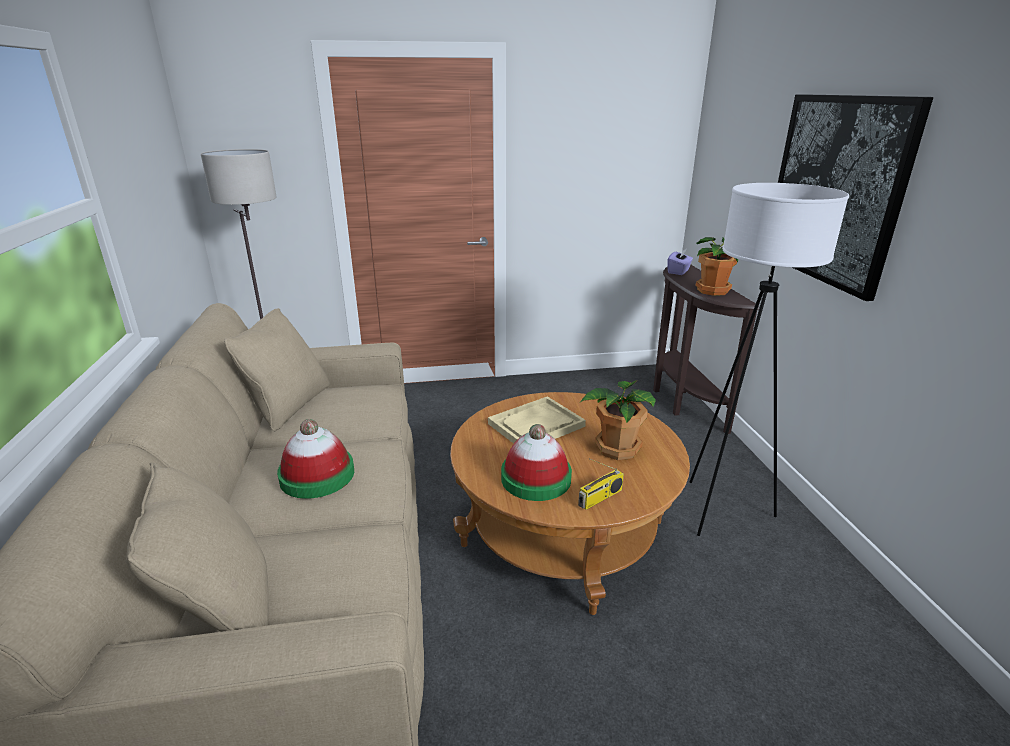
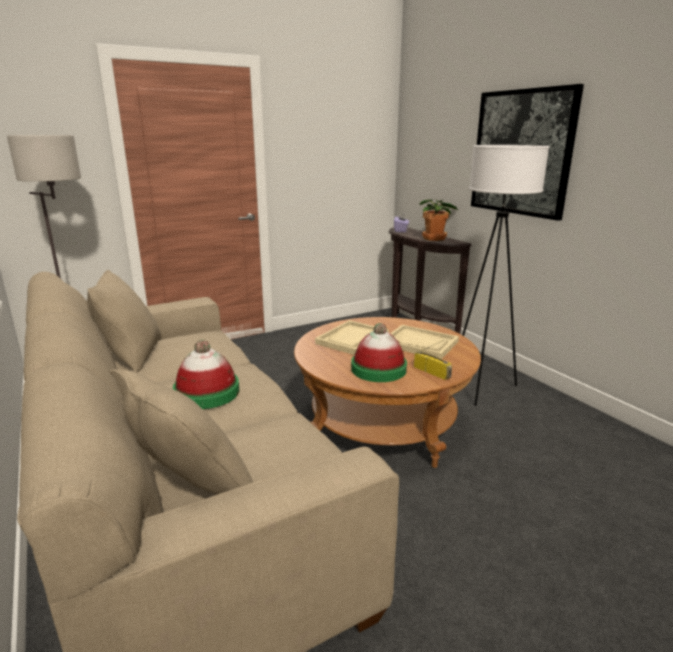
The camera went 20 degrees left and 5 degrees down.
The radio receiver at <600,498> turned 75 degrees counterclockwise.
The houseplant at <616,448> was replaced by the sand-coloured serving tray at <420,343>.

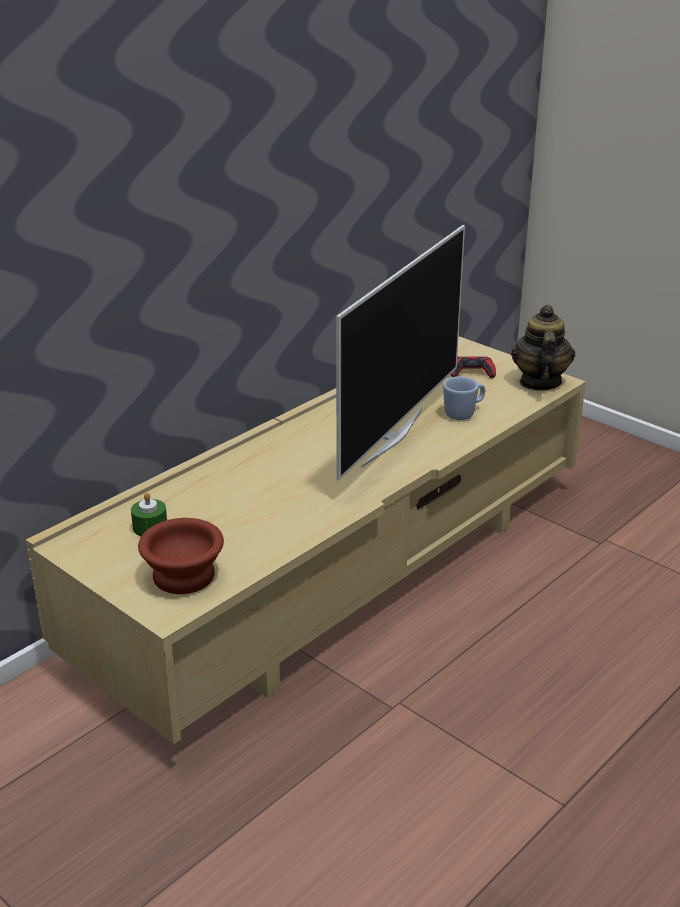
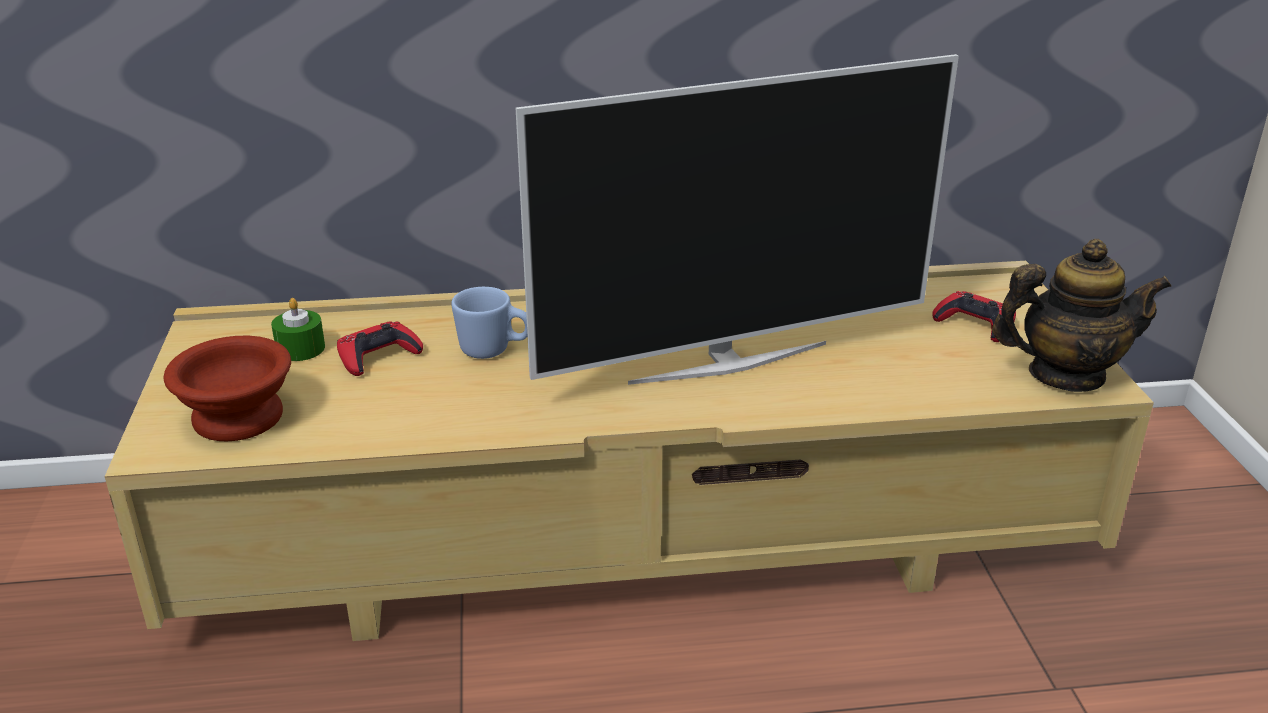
The camera went 40 degrees right and 0 degrees up.
The blue-coloured mug moved from <464,413> to <494,351>.
The pot for tea at <539,382> turned 45 degrees clockwise.
The red gamepad at <378,356> appeared.

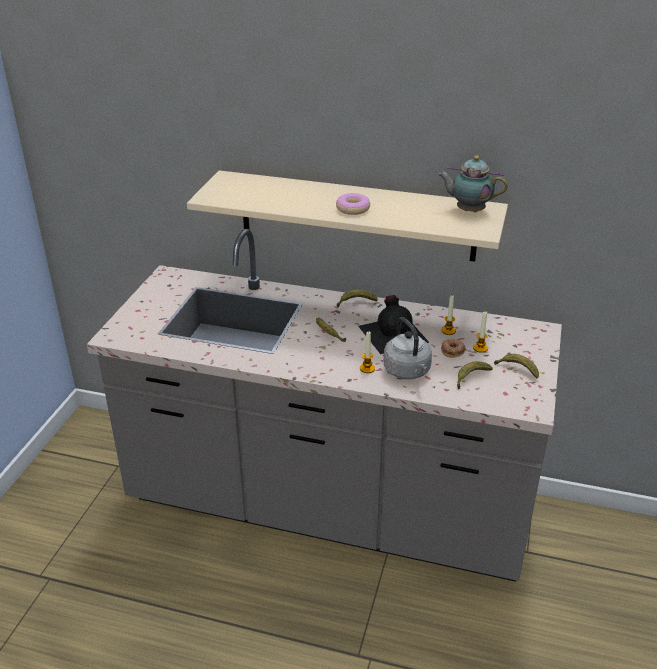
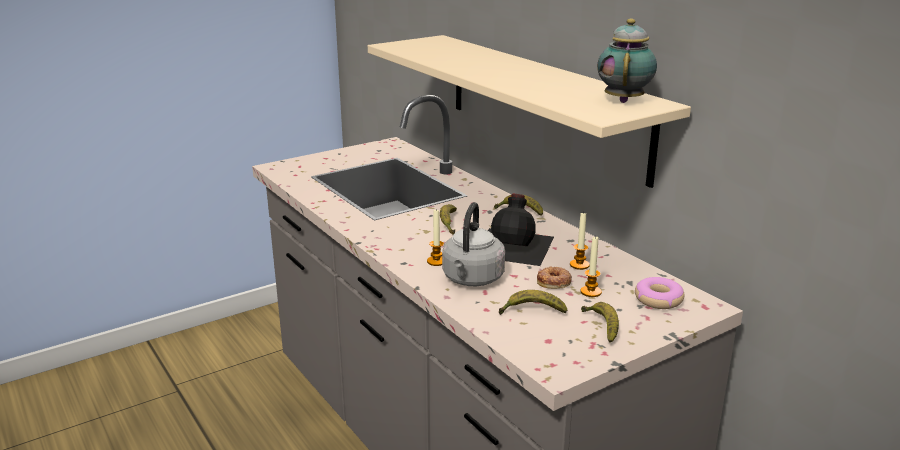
The camera went 40 degrees right and 10 degrees down.
The doughnut moved from <352,209> to <658,299>.
The pot for tea at <468,211> turned 45 degrees clockwise.

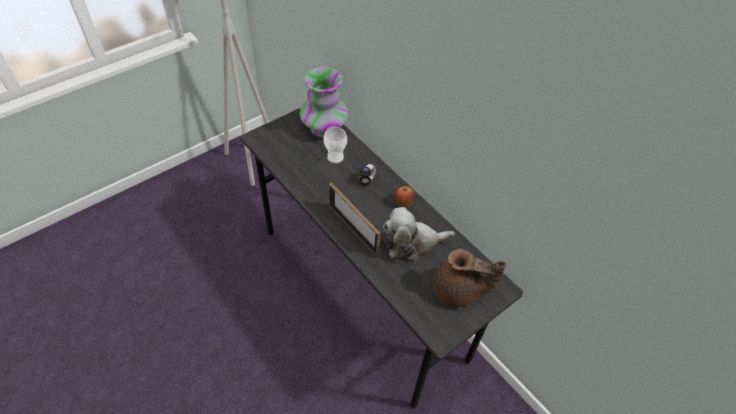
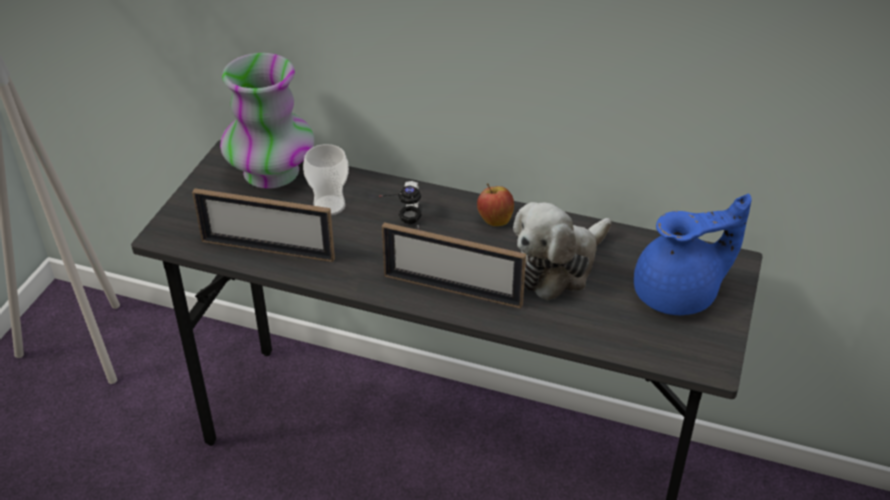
The camera went 30 degrees left and 10 degrees down.
The brown-coloured pot for tea at <458,291> became the blue-coloured pot for tea at <679,294>.
The photo frame at <267,250> appeared.

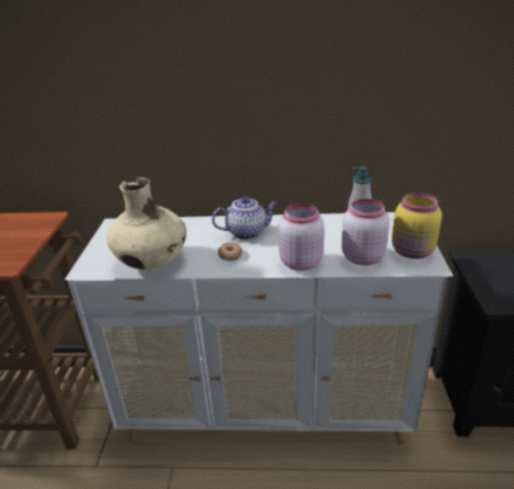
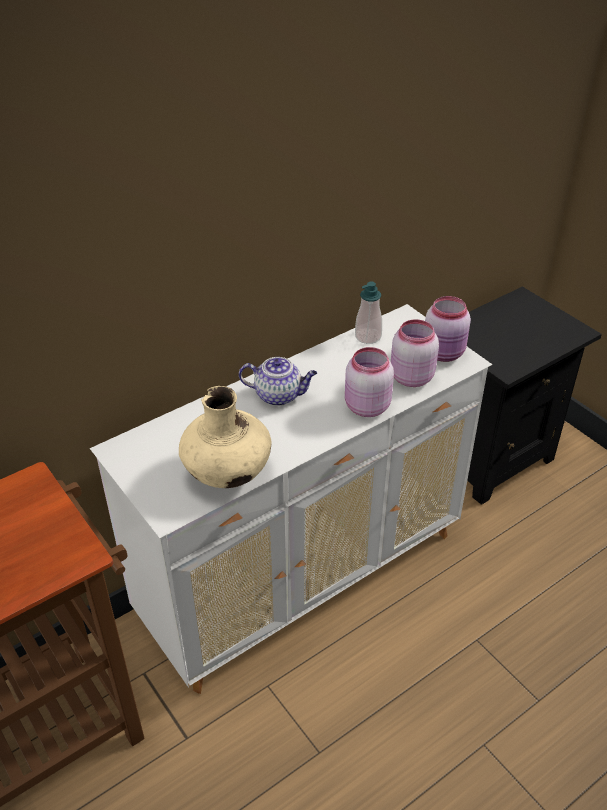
The camera went 40 degrees left and 10 degrees up.
The pot for tea at <247,232> turned 60 degrees clockwise.
The doughnut at <230,254> disappeared.
The yellowish preserve jar at <413,252> became the pink-coloured preserve jar at <444,353>.

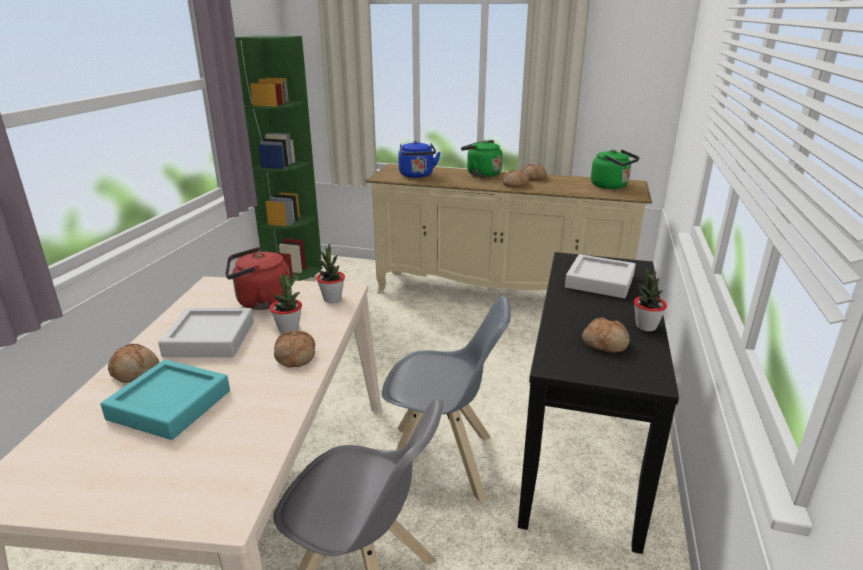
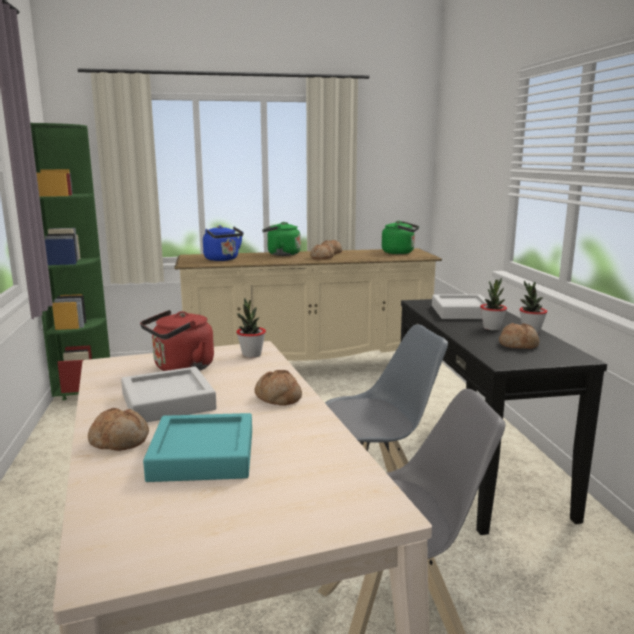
The camera went 25 degrees left and 10 degrees down.
The houseplant moved from <289,329> to <491,328>.

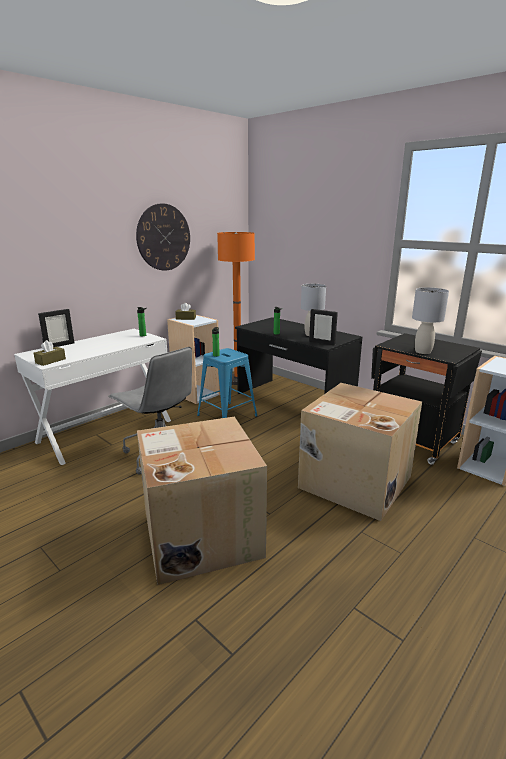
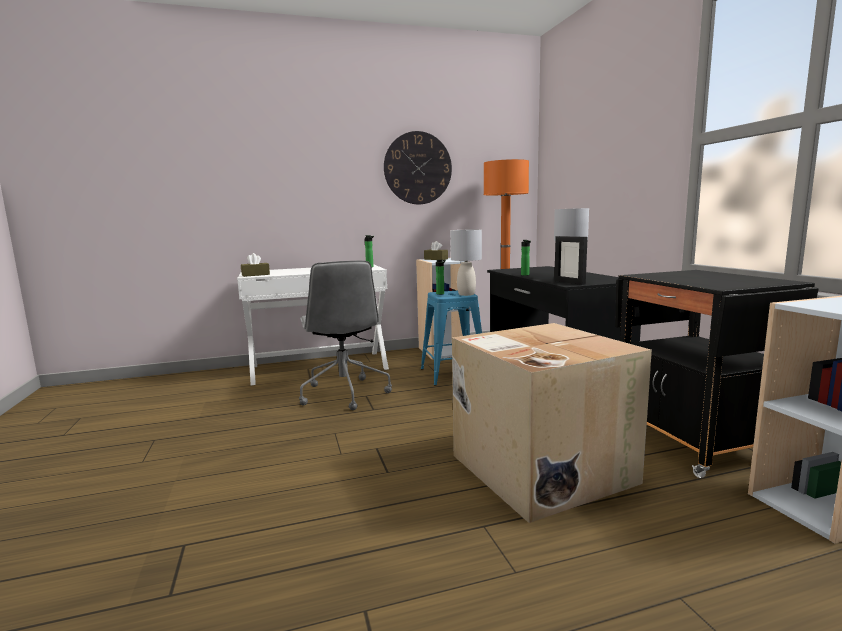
The camera went 30 degrees right and 10 degrees down.
The photo frame at <59,345> disappeared.
The carton at <199,533> disappeared.
The greyish lamp for a table moved from <423,352> to <466,294>.

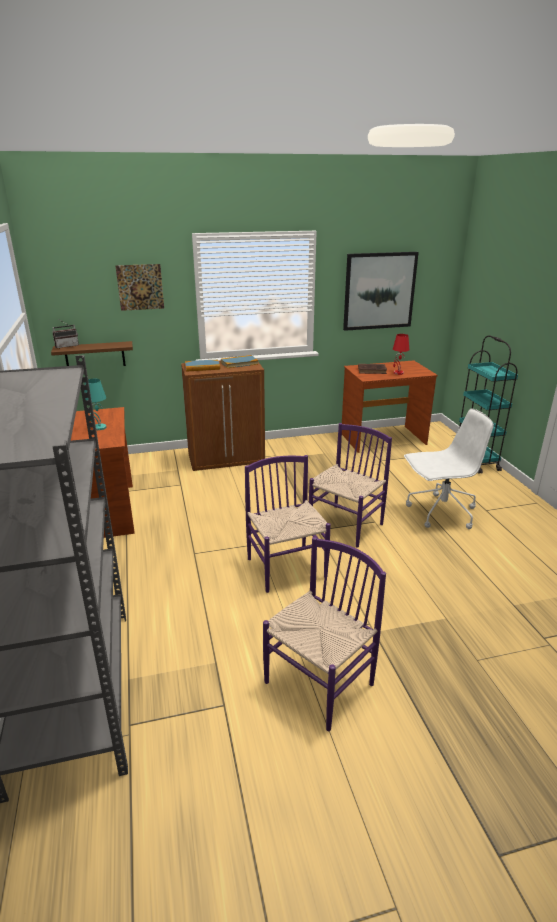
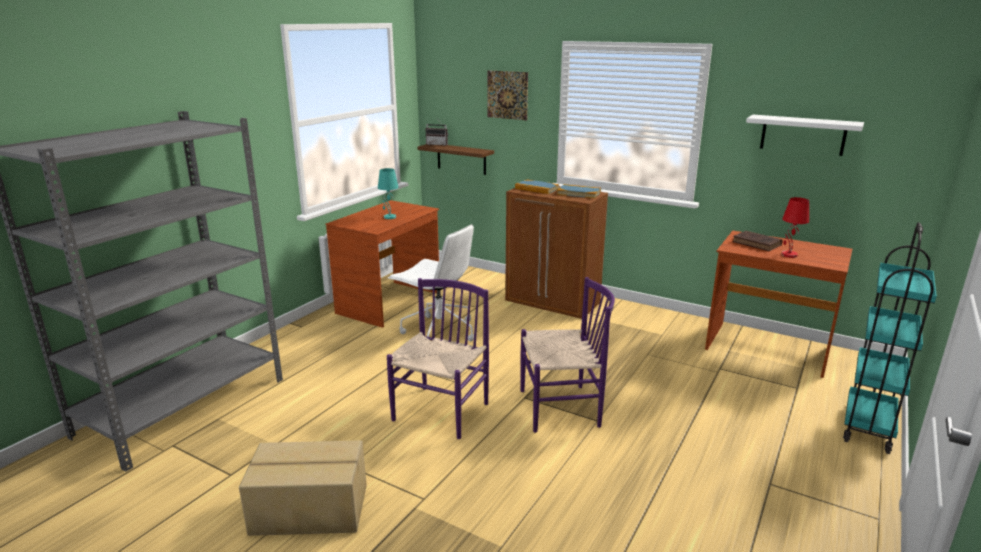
The camera went 45 degrees right and 5 degrees down.
The purple chair at <322,681> was replaced by the carton at <310,510>.
The picture at <379,291> was replaced by the whitish shelf at <803,135>.
The whitish desk chair moved from <439,513> to <436,331>.

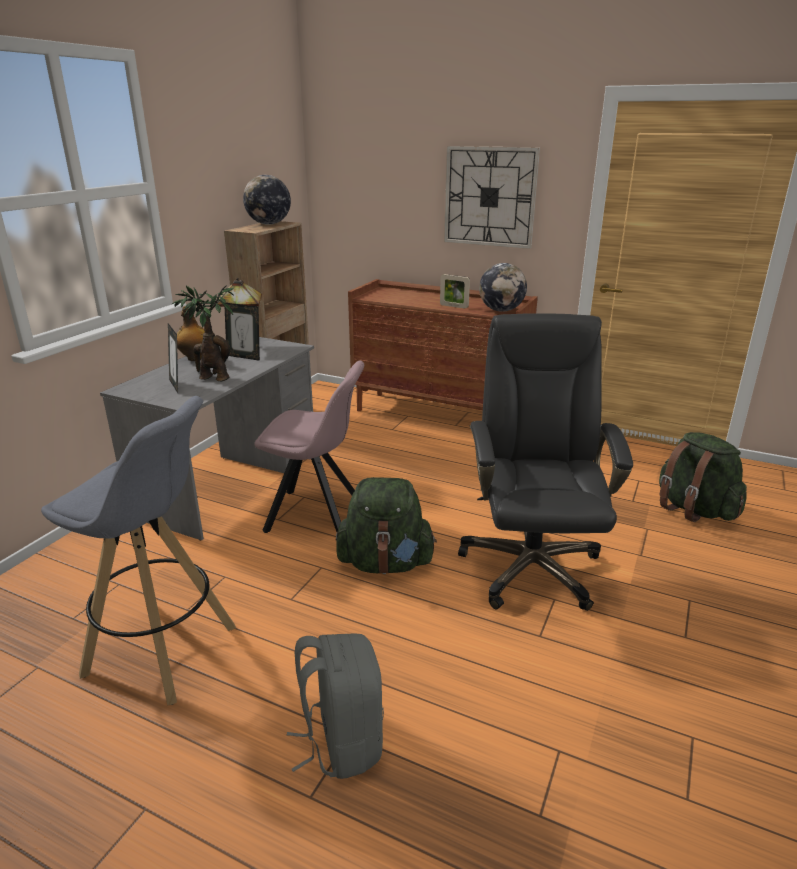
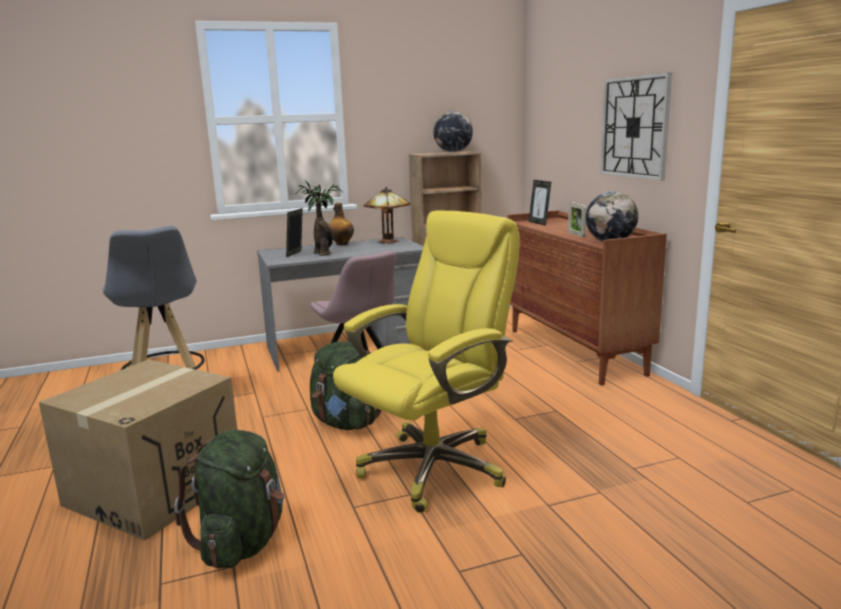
The camera went 45 degrees right and 10 degrees down.
The photo frame moved from <244,357> to <539,223>.
The greyish rucksack at <341,742> was replaced by the carton at <154,489>.
The black-coloured desk chair at <531,571> became the yellowish desk chair at <430,471>.
The green-coloured rucksack moved from <694,509> to <242,542>.

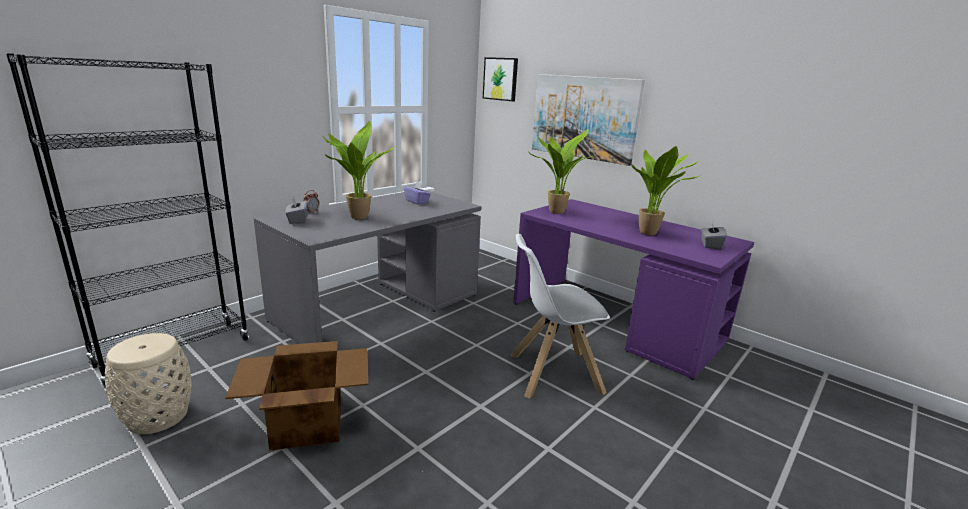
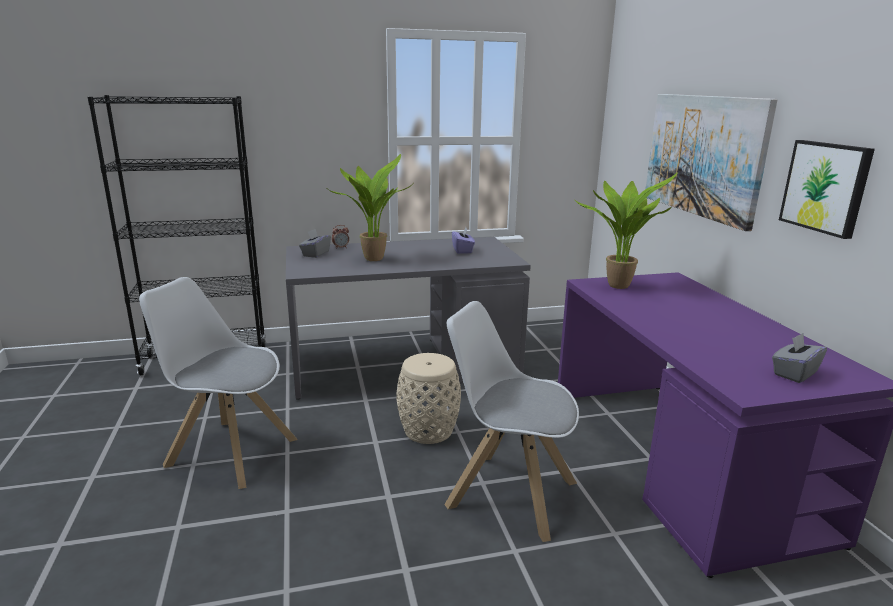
The camera went 35 degrees right and 0 degrees up.
The sand-coloured sitting stool moved from <157,417> to <428,431>.
The carton at <306,423> was replaced by the chair at <229,451>.
The picture moved from <501,79> to <826,187>.
The houseplant at <651,234> disappeared.

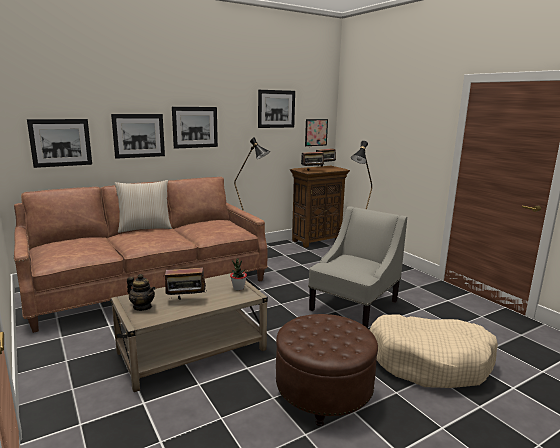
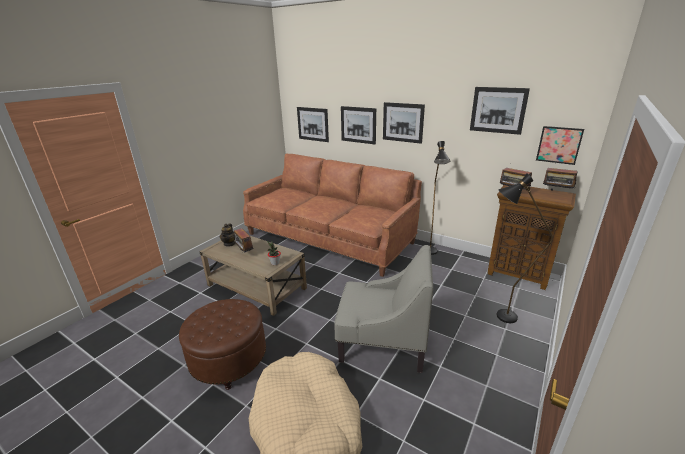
The camera went 65 degrees right and 10 degrees up.
The sand-coloured pillow at <145,228> disappeared.

